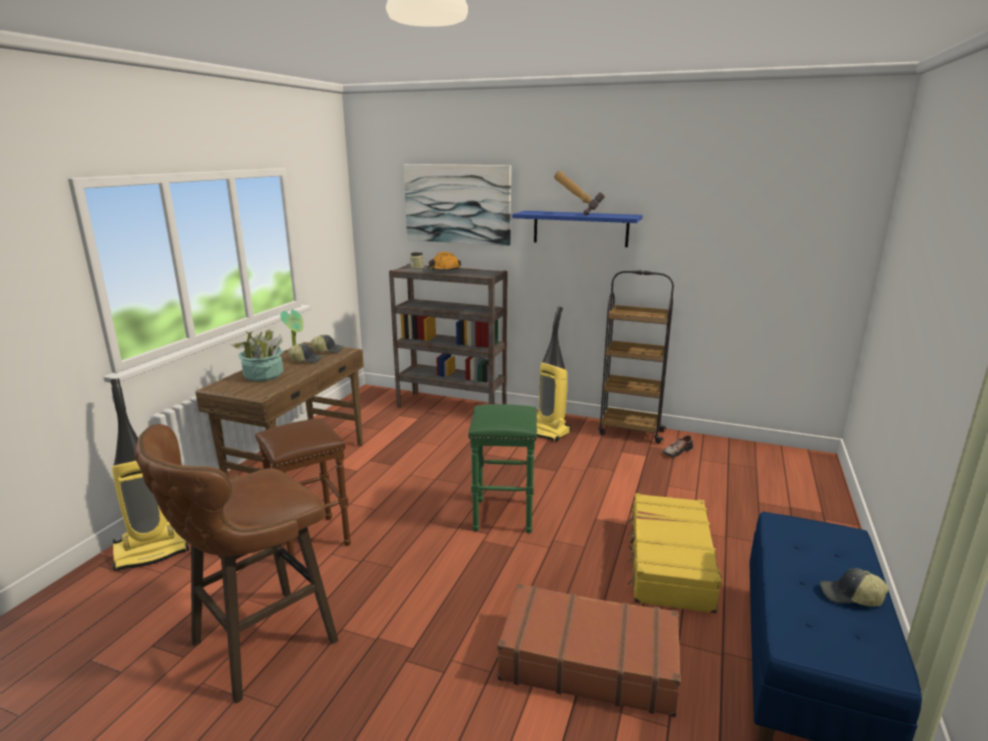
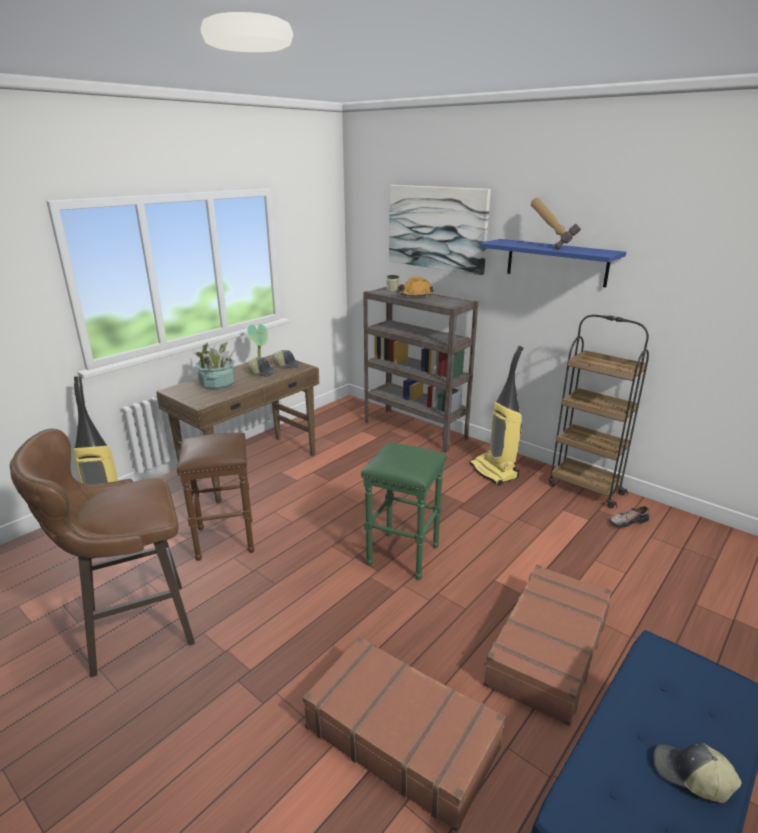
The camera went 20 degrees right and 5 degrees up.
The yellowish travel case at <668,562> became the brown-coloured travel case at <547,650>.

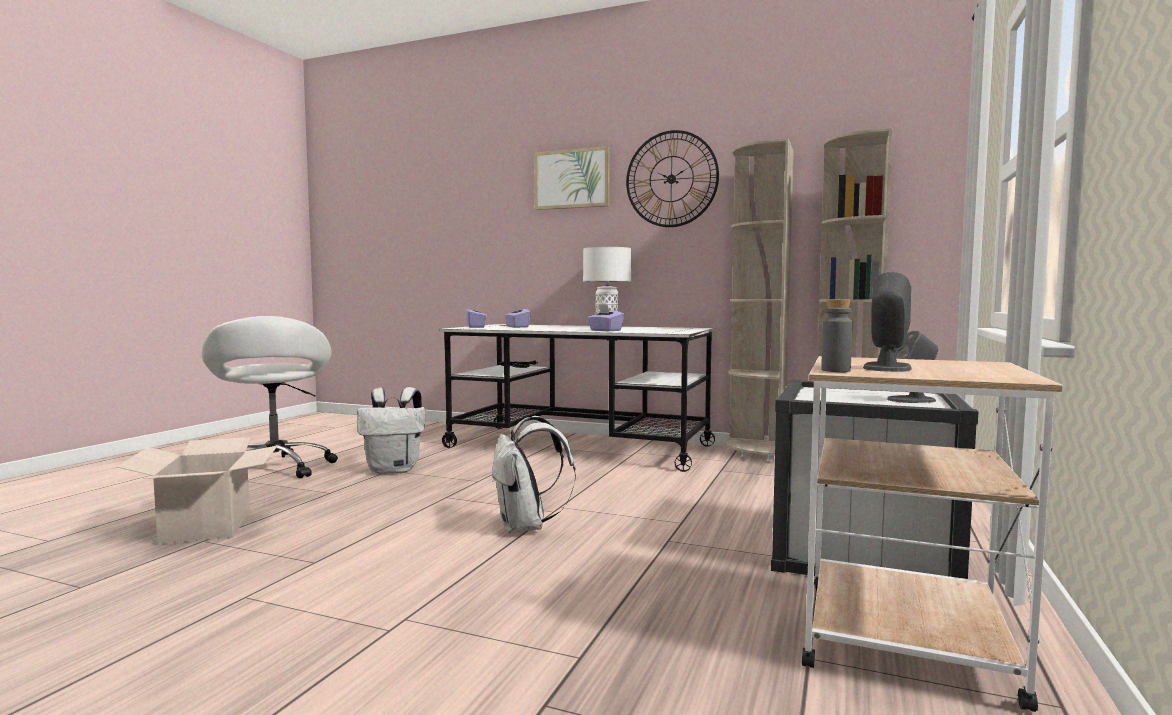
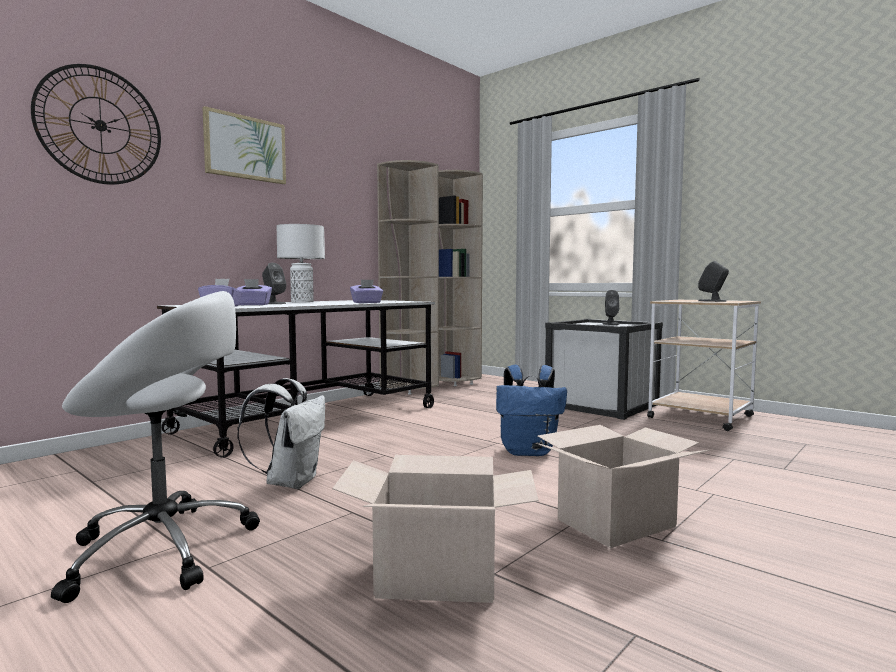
The camera went 70 degrees left and 0 degrees up.
The whitish rucksack at <526,527> became the blue-coloured rucksack at <529,451>.
The clock on the wall moved from <671,179> to <100,125>.
The greyish beverage bottle at <835,370> disappeared.
The greyish loudspeaker at <273,303> appeared.
The carton at <616,523> appeared.

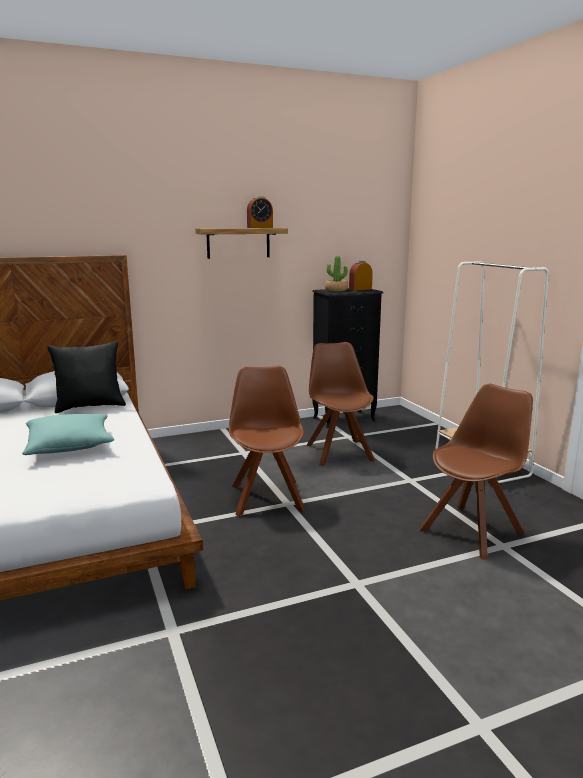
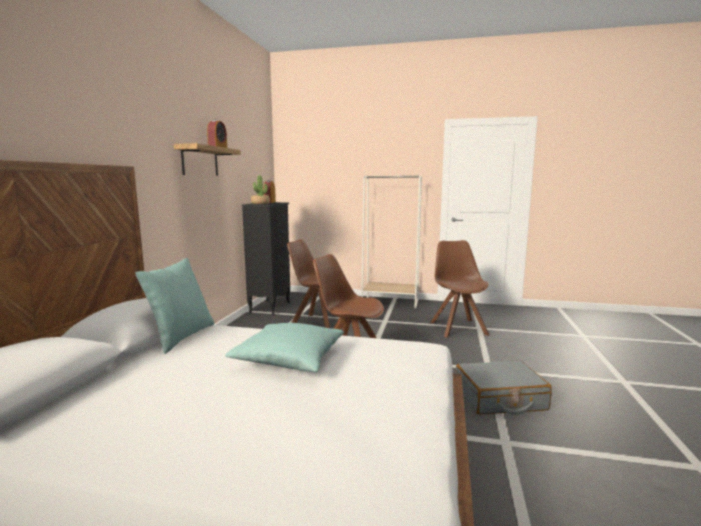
The camera went 55 degrees left and 5 degrees down.
The black-coloured pillow at <90,406> became the blue-green pillow at <181,337>.
The greyish travel case at <500,398> appeared.

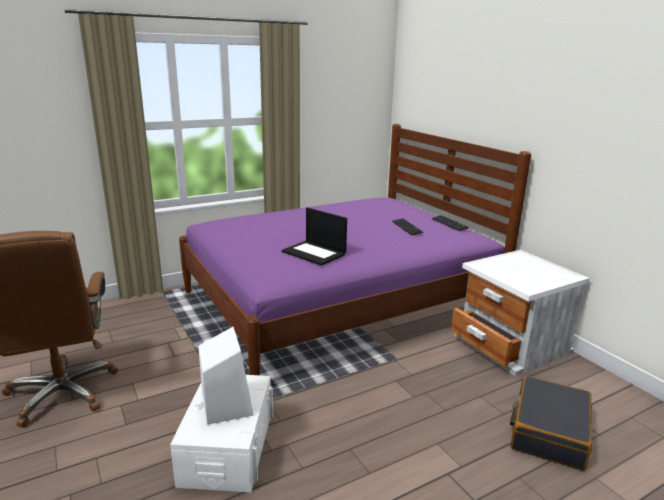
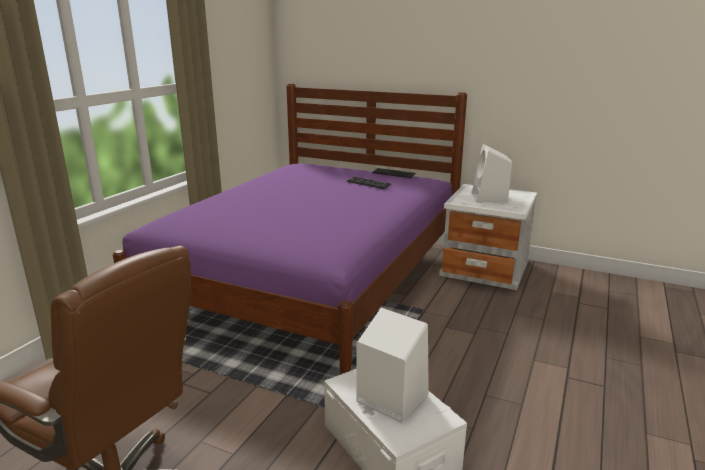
The camera went 35 degrees left and 0 degrees up.
The laptop at <314,253> disappeared.
The black-coloured travel case at <548,432> disappeared.
The whitish loudspeaker at <489,198> appeared.

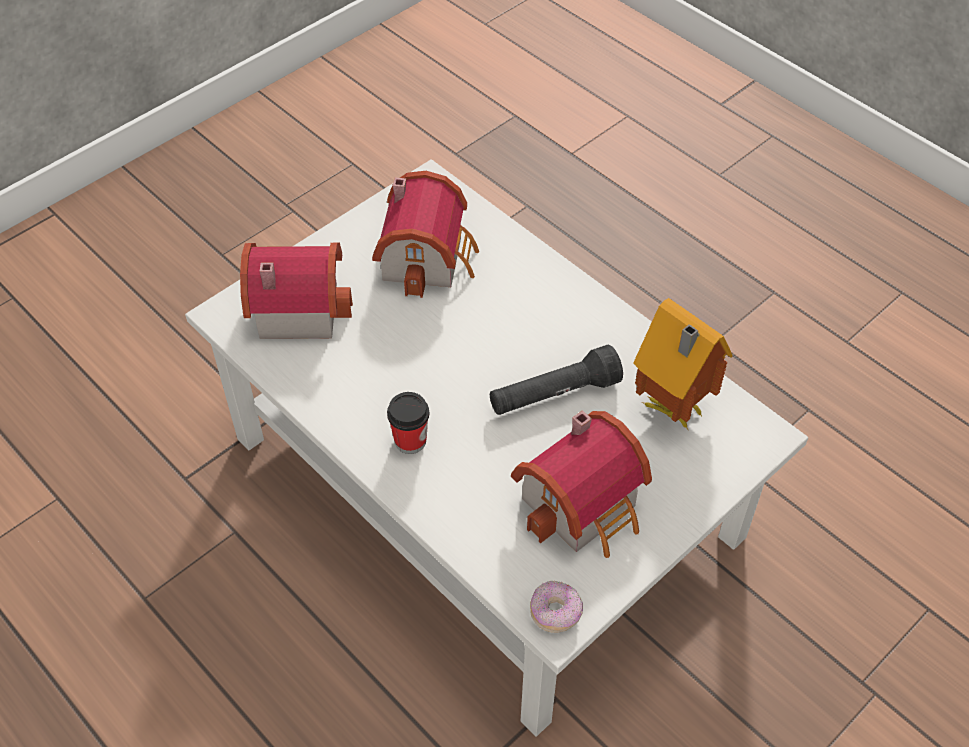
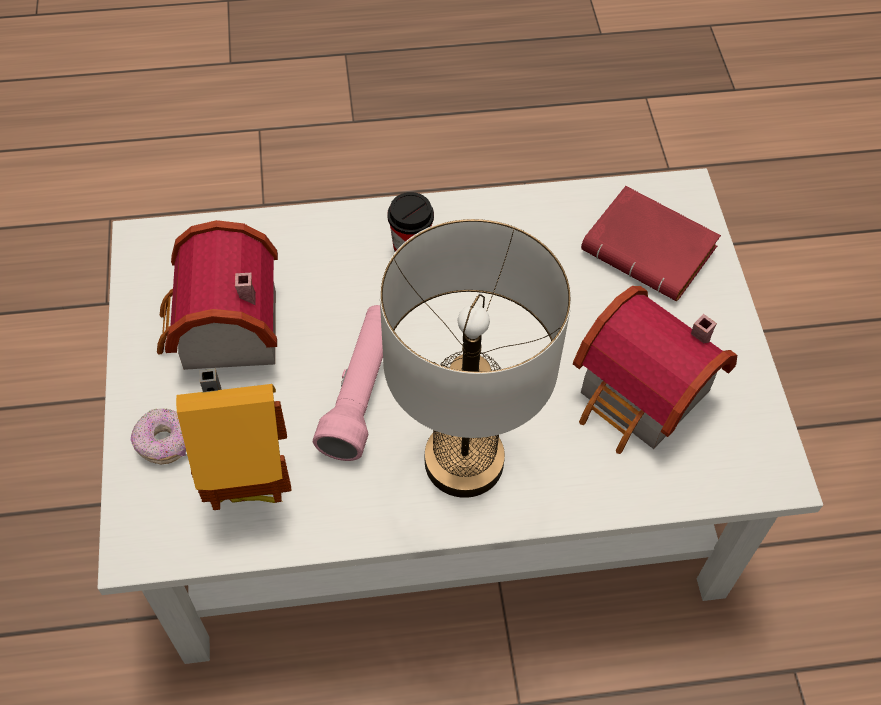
The camera went 125 degrees right and 5 degrees up.
The model house at <296,306> was replaced by the red volume at <652,250>.
The black-coloured hand torch at <554,395> became the pink-coloured hand torch at <361,391>.
The doughnut moved from <555,612> to <165,443>.
The lamp for a table at <463,460> appeared.

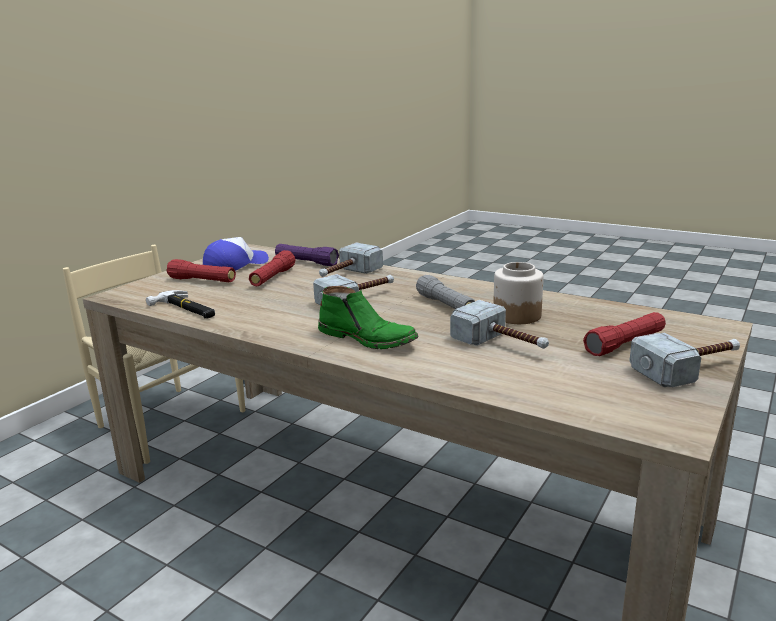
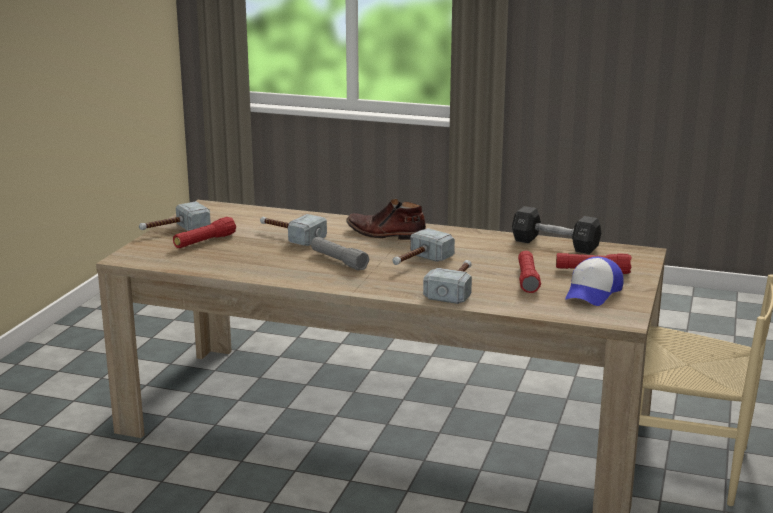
The camera went 165 degrees right and 0 degrees up.
The tool hammer at <185,309> was replaced by the black-coloured dumbbell at <555,244>.
The purple hand torch at <306,262> disappeared.
The green-coloured high-top boot at <368,338> became the brown-coloured high-top boot at <385,234>.
The preserve jar at <516,315> disappeared.

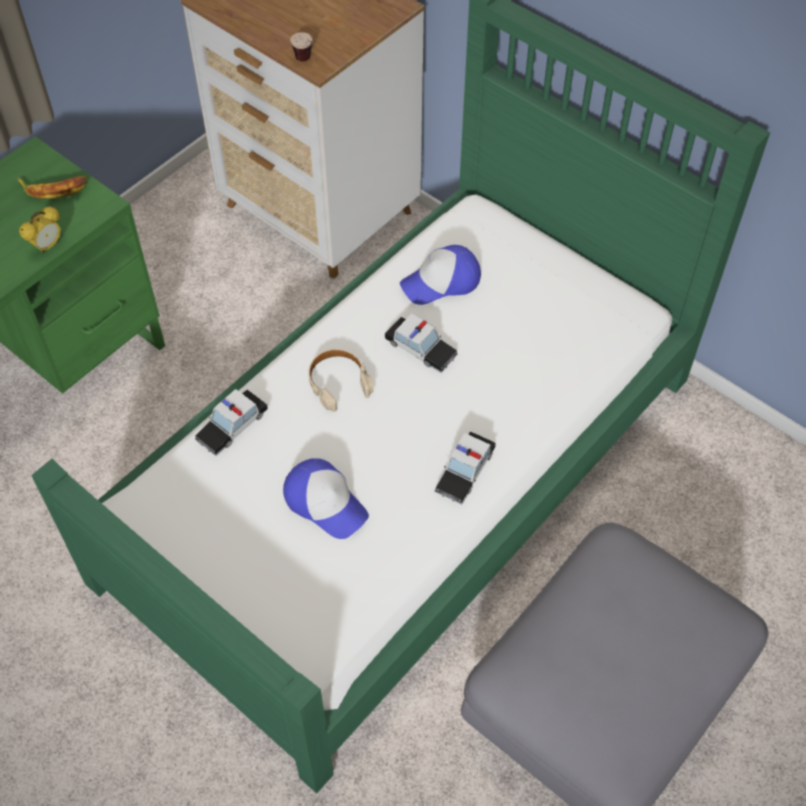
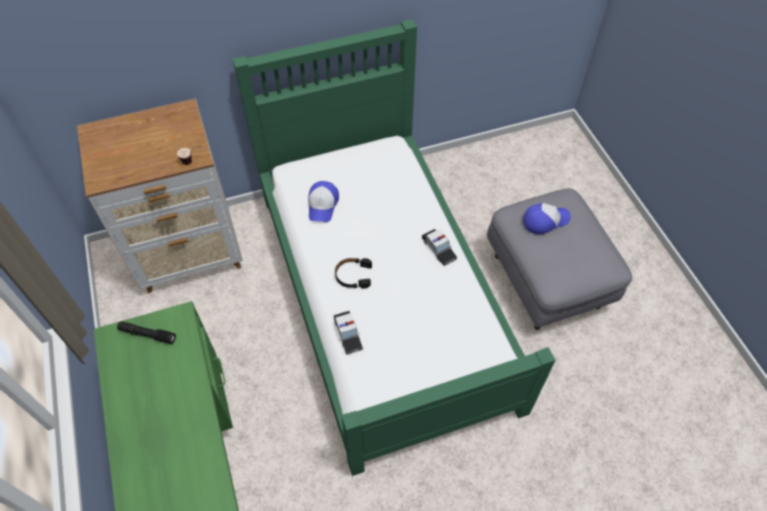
The camera went 60 degrees left and 0 degrees up.
The banana fruit at <54,188> was replaced by the black-coloured hand torch at <147,334>.
The alarm clock at <47,246> disappeared.
The peaked cap moved from <325,502> to <545,220>.
The sand-coloured pair of headphones at <338,383> became the black-coloured pair of headphones at <353,275>.
The toy car at <421,349> disappeared.

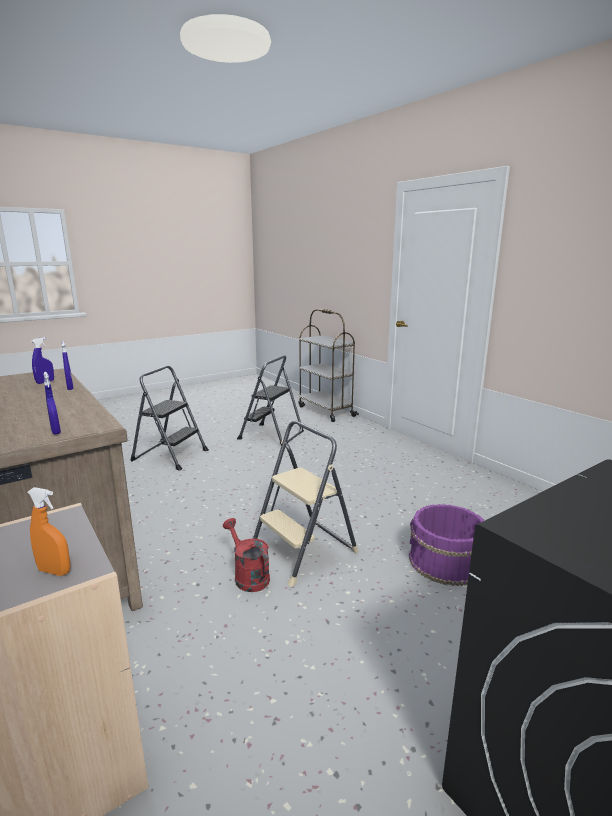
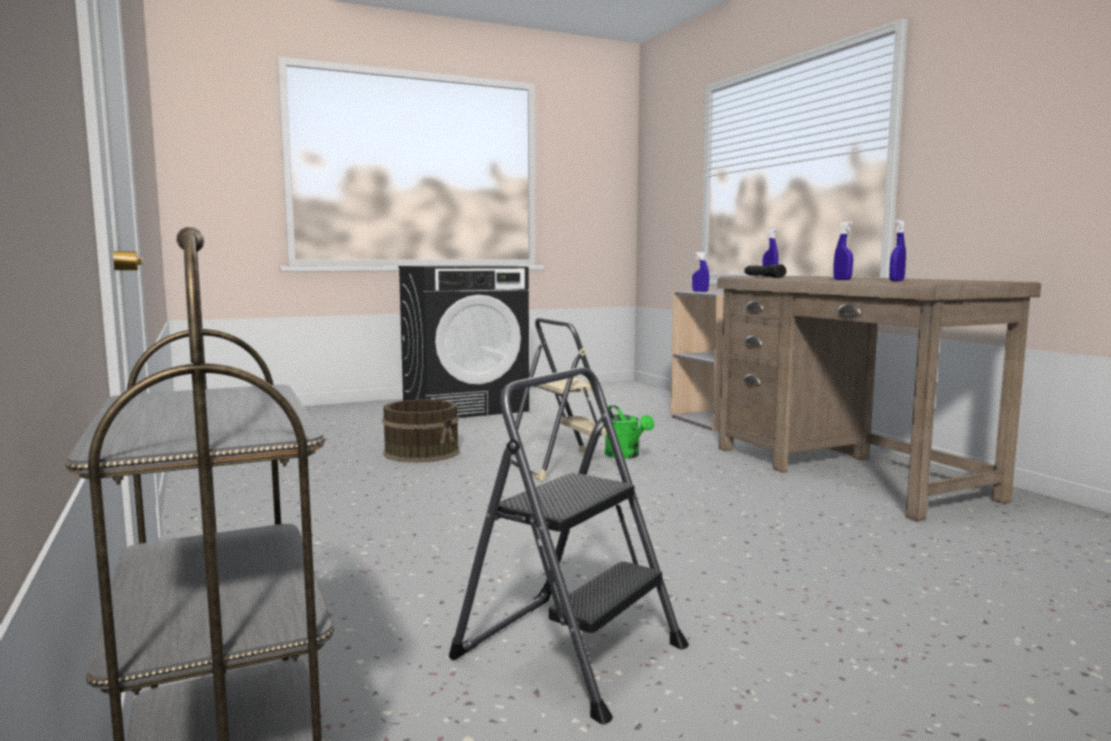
The camera went 170 degrees left and 10 degrees down.
The orange-coloured sprayer at <54,571> became the blue-coloured sprayer at <700,291>.
The black-coloured step ladder at <168,454> disappeared.
The red sprinkling can at <248,576> became the green-coloured sprinkling can at <626,456>.
The purple pail at <445,562> became the brown-coloured pail at <422,452>.
The black-coloured hand torch at <763,277> appeared.

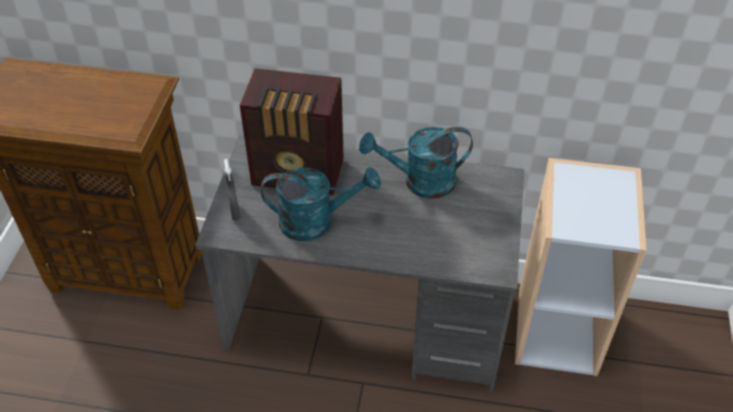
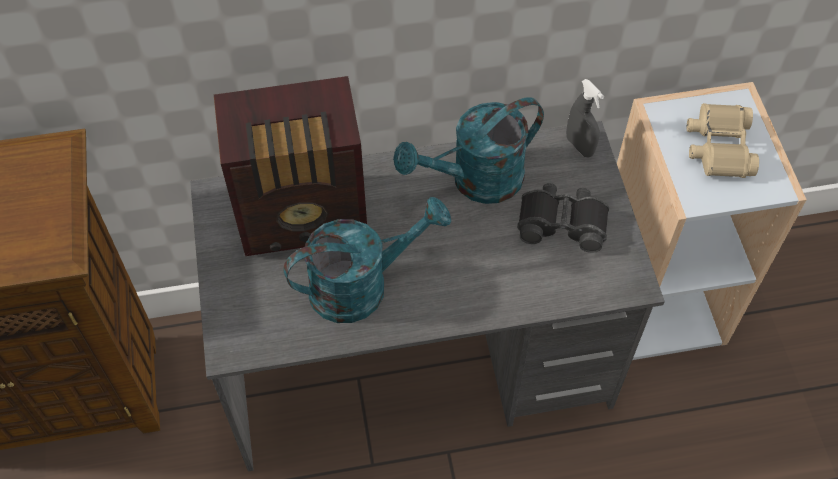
The camera went 20 degrees left and 10 degrees up.
The greyish sprayer moved from <235,212> to <579,146>.
The black-coloured field glasses at <562,222> appeared.
The sand-coloured field glasses at <718,147> appeared.

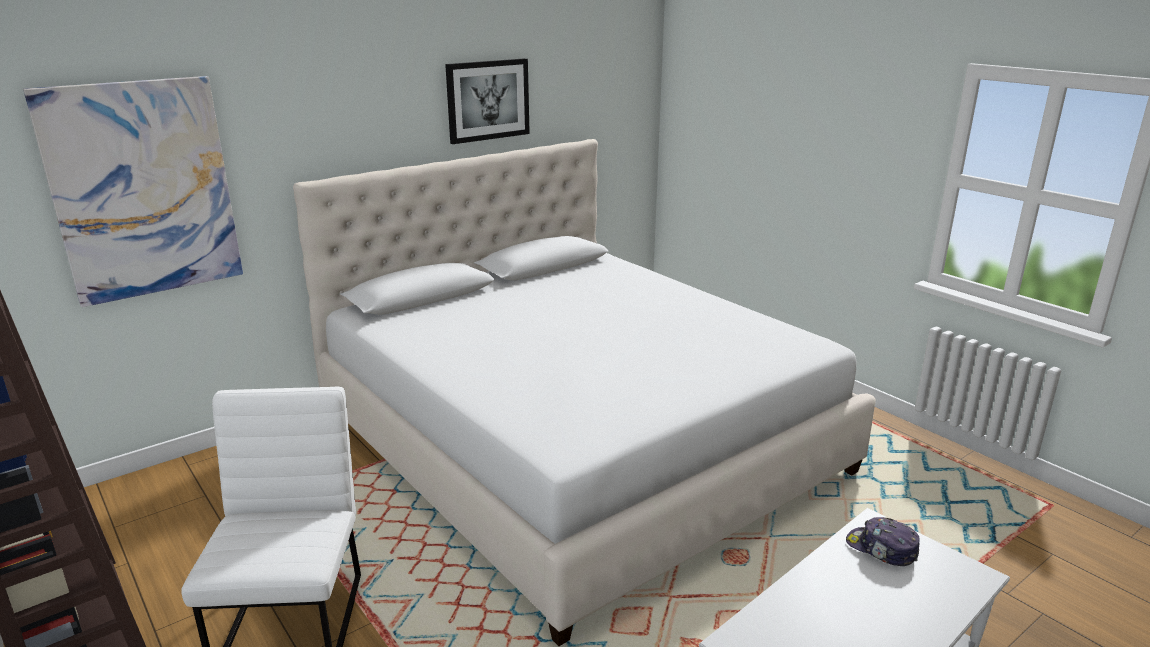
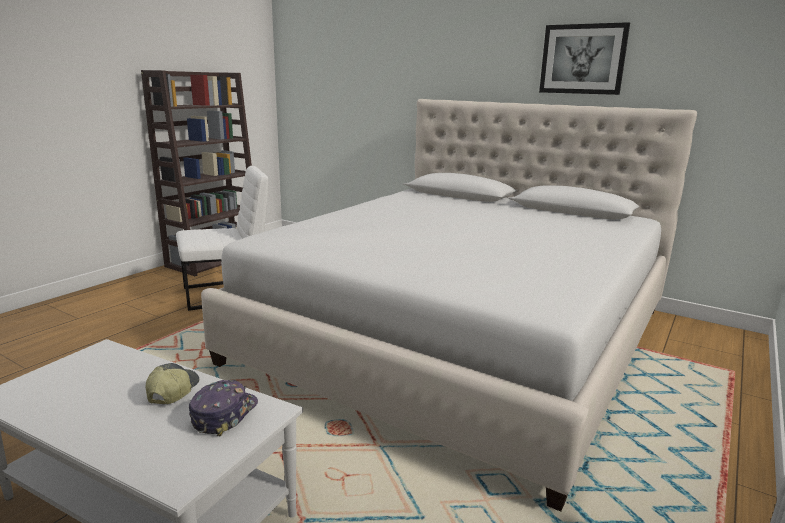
The camera went 70 degrees right and 5 degrees down.
The picture at <143,190> disappeared.
The peaked cap at <172,391> appeared.

